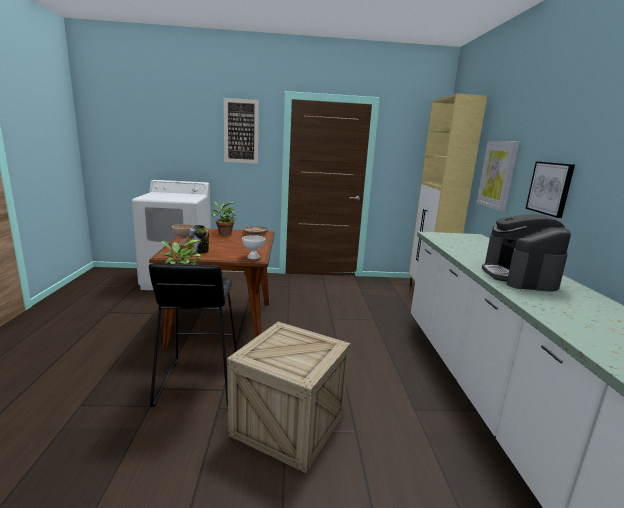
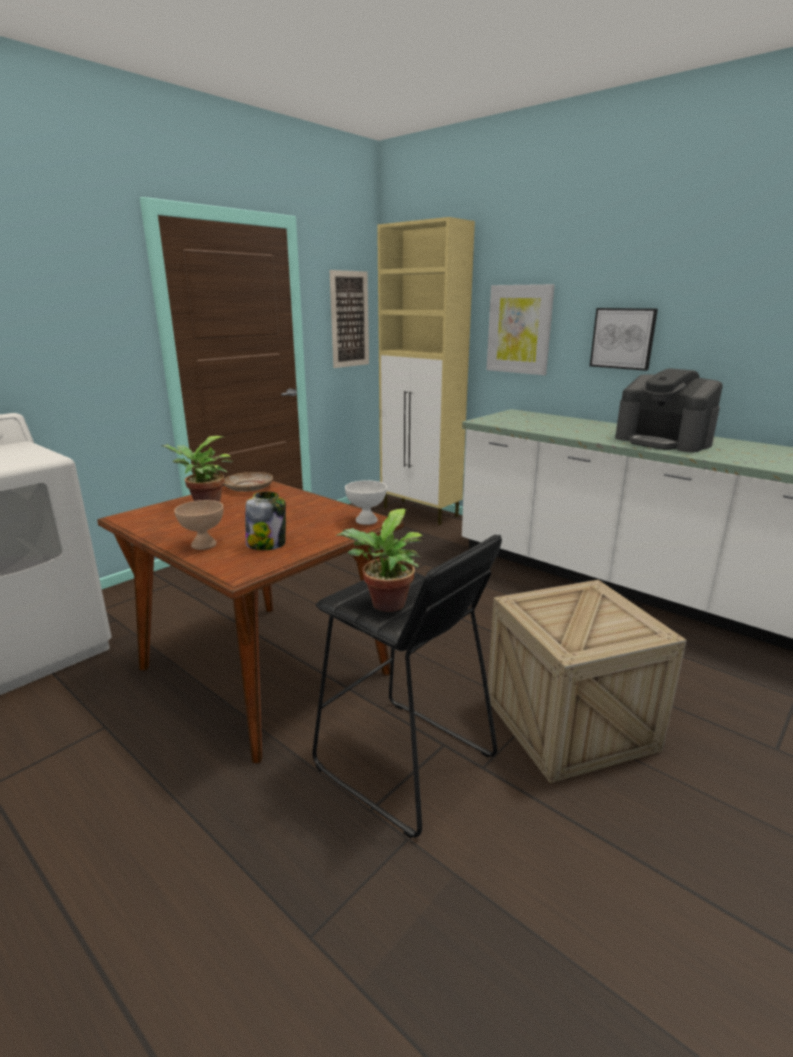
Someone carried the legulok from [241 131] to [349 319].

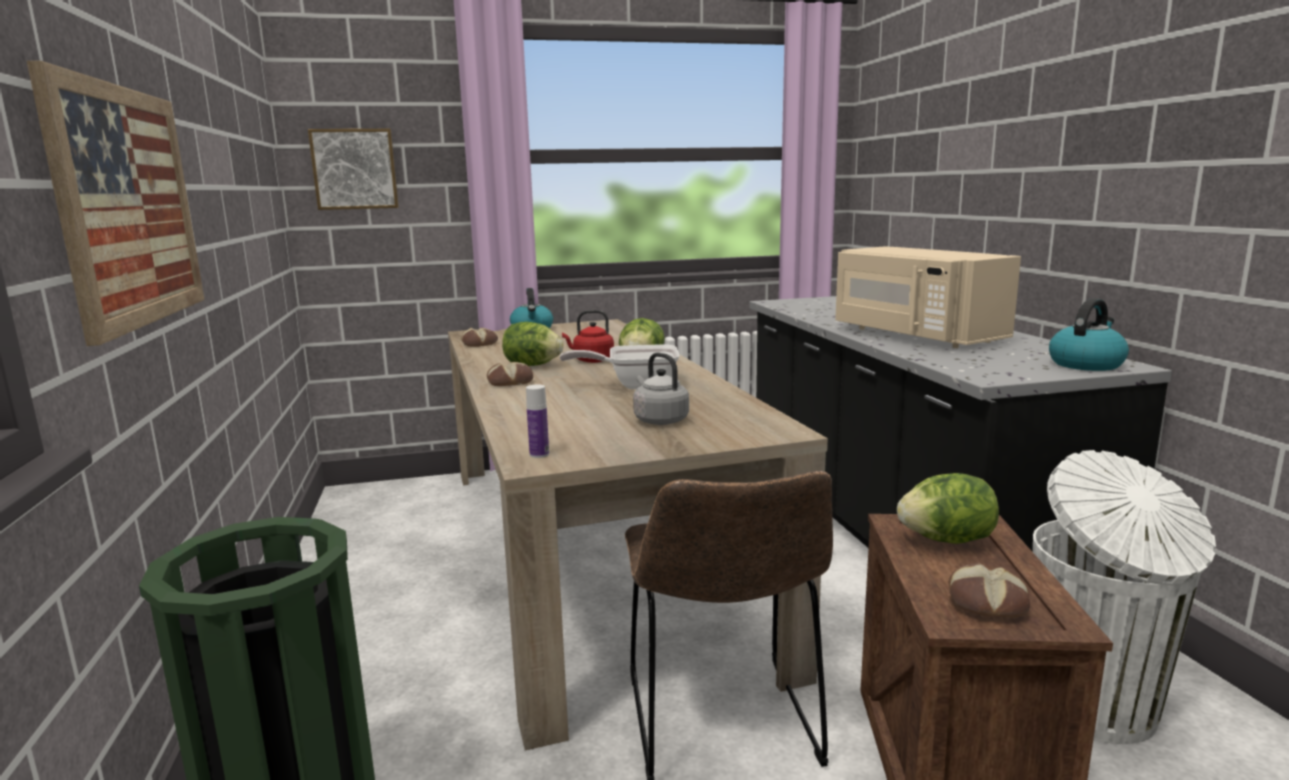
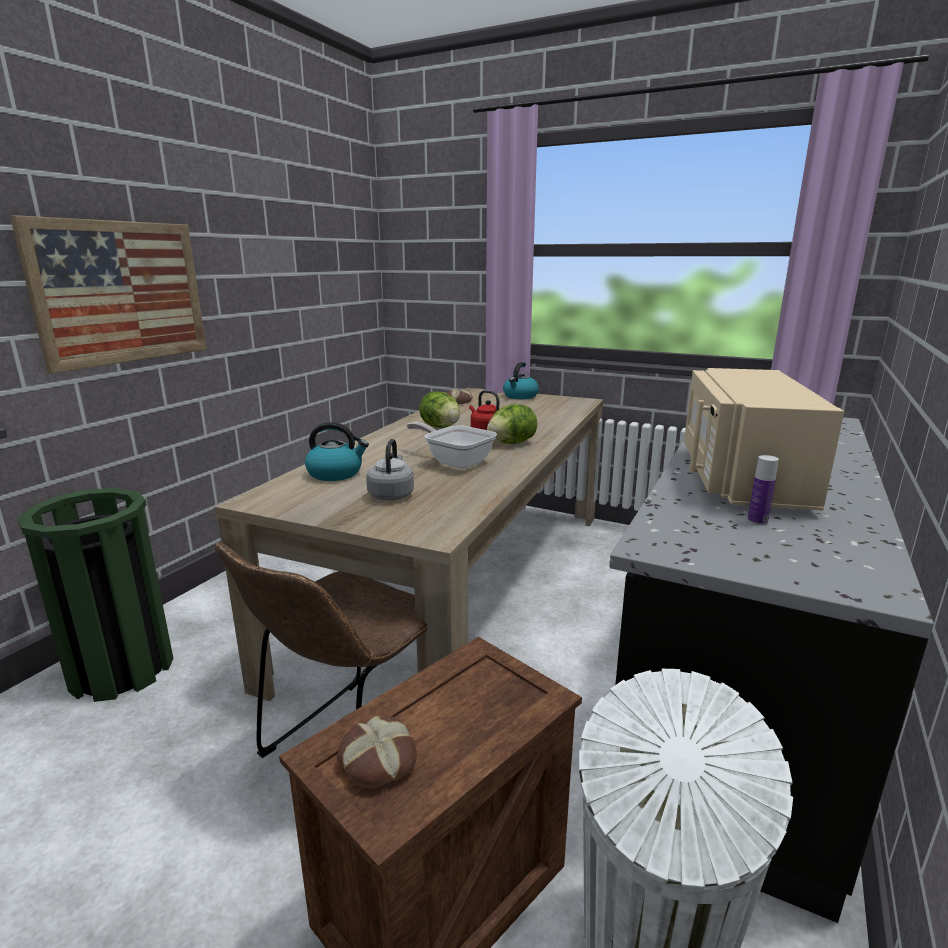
Someone carried the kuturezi from [1086 364] to [336 473]. Someone carried the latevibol from [539 454] to [757 521]. Someone took away the legulok at [355 169]. Someone took away the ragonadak at [510 381]. Someone took away the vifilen at [946 540].

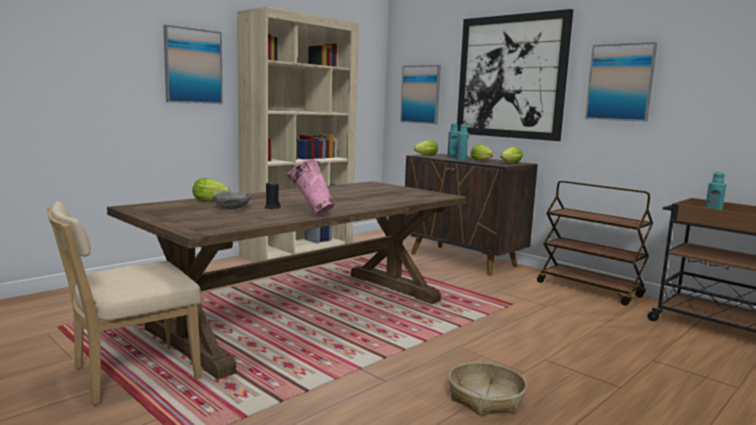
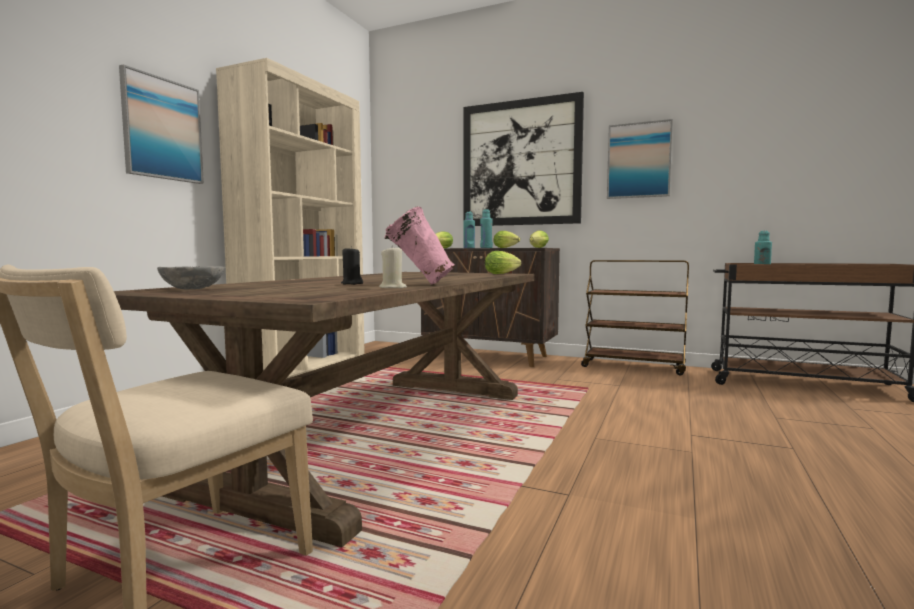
Someone carried the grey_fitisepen from [232 208] to [193 289]. Someone put down the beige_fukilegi at [393 288]. Someone carried the vifilen from [212 201] to [503 274]. Someone took away the legulok at [421 94]. Someone took away the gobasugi at [486 398].

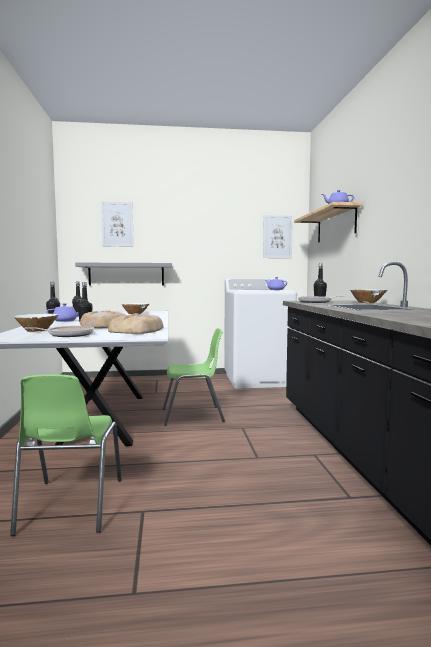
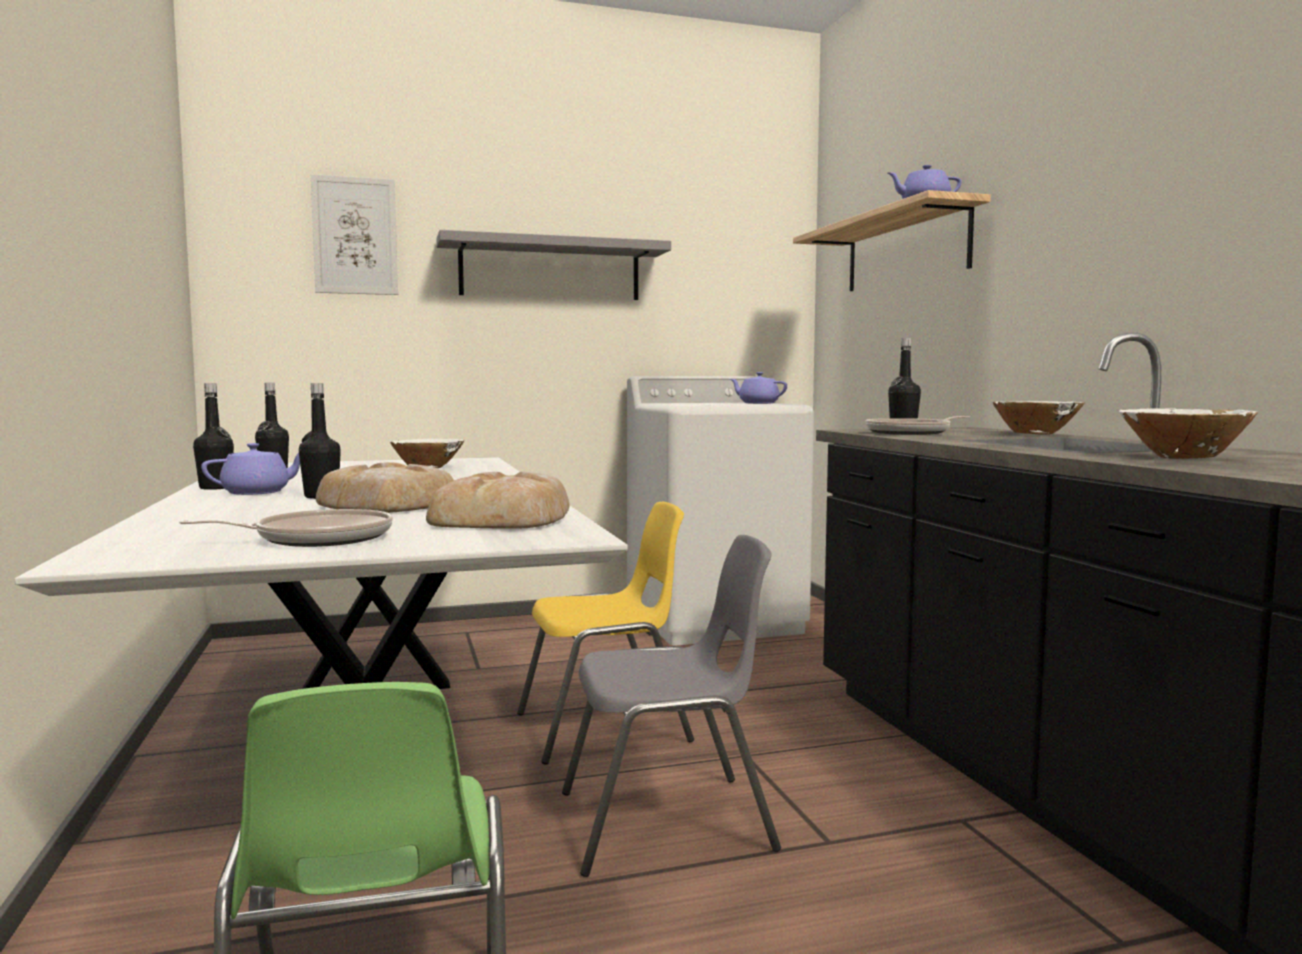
Someone carried the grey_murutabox from [126 274] to [550 270]. Someone repainted the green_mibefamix at [193 415], which became the yellow_mibefamix at [606 728]. Someone put down the grey_mibefamix at [669 822]. Someone carried the white_fitisepen from [37 331] to [1183 457]. Someone took away the legulok at [277 236].

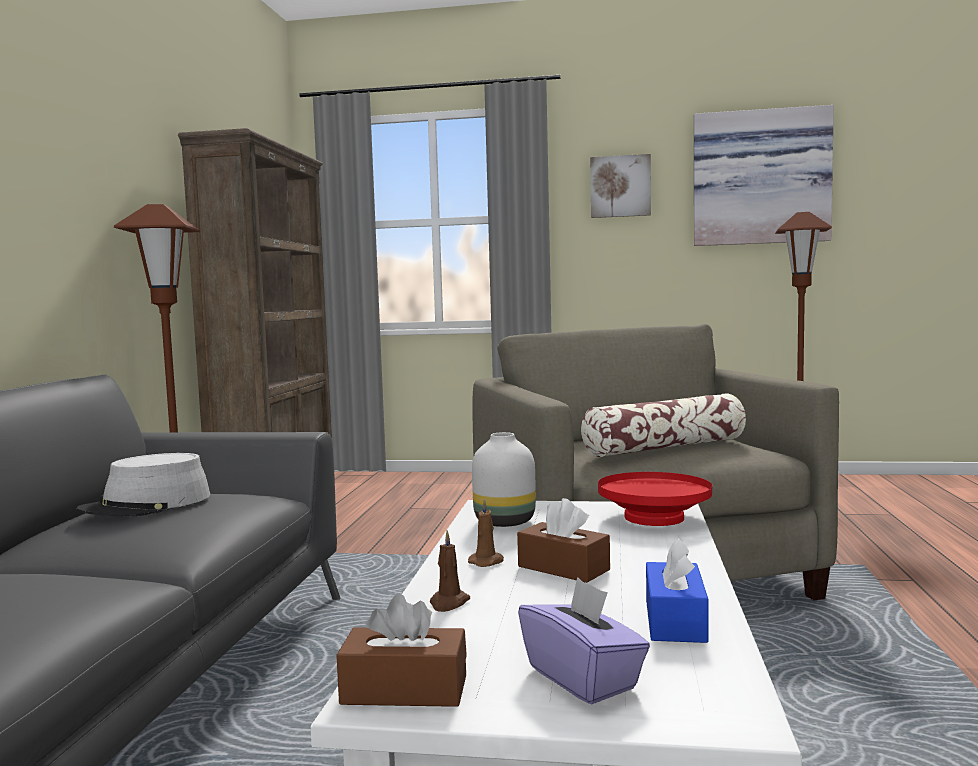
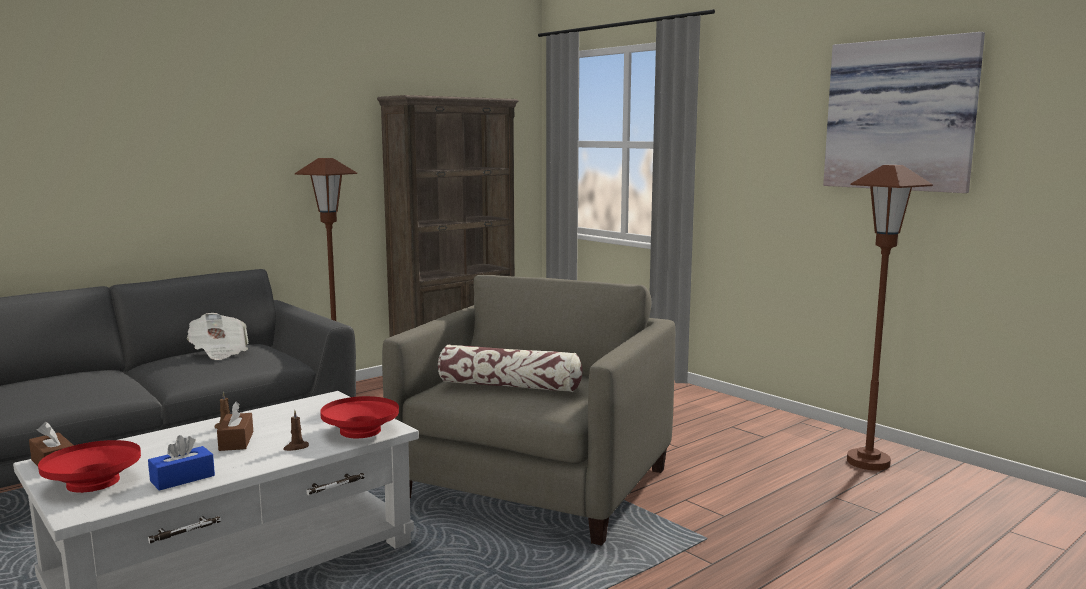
Someone swapped the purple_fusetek at [583 678] for the red_fitisepen at [93 483]. Someone swapped the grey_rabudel at [147 504] for the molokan at [219 352]. Someone carried the brown_fukilegi from [448 603] to [296 447]. Someone took away the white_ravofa at [506 522]. Someone took away the legulok at [620 186].

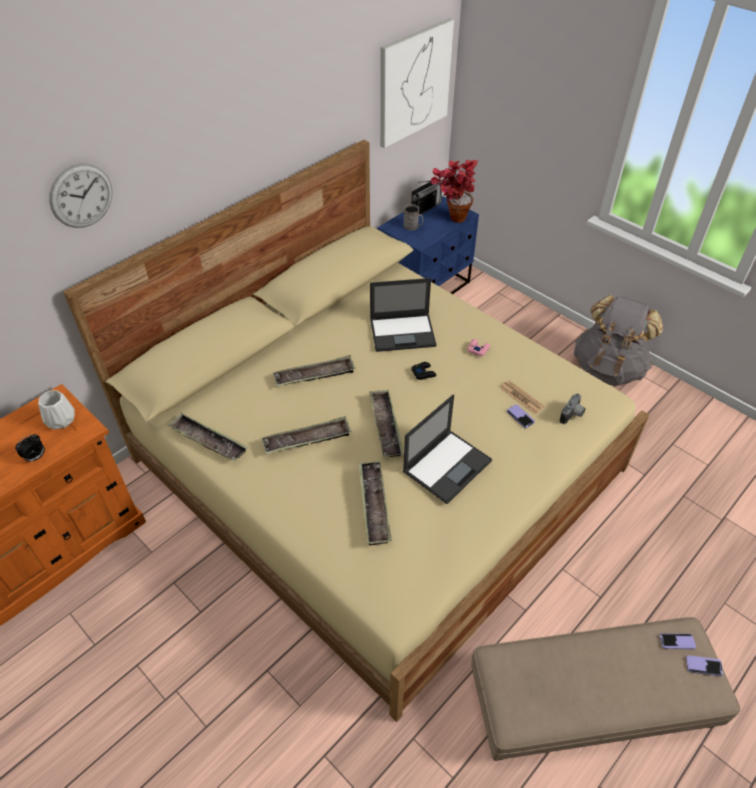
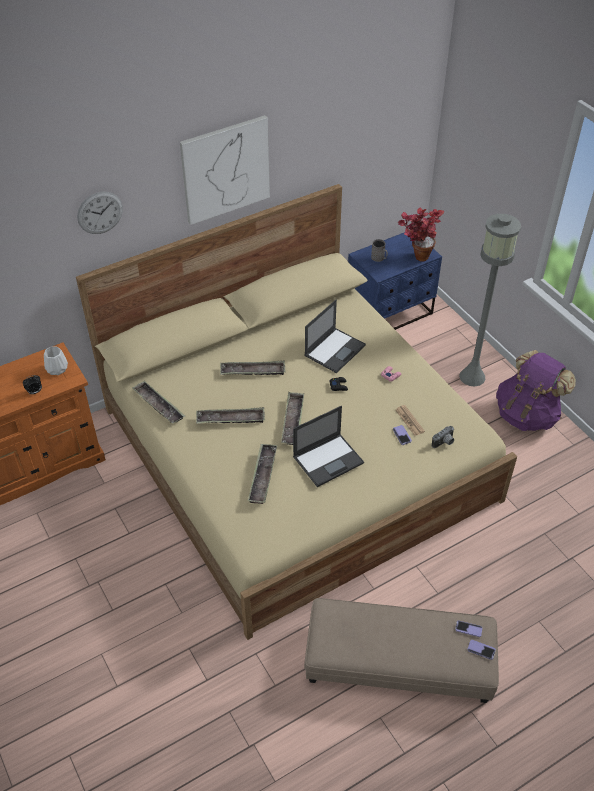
Someone carried the legulok from [414 83] to [225 169]. Someone rotated the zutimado at [403 332] by 60 degrees counterclockwise. Someone put down the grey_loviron at [472 376]. Someone repainted the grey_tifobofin at [608 368], which became the purple_tifobofin at [527 414]. Someone took away the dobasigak at [426 208].

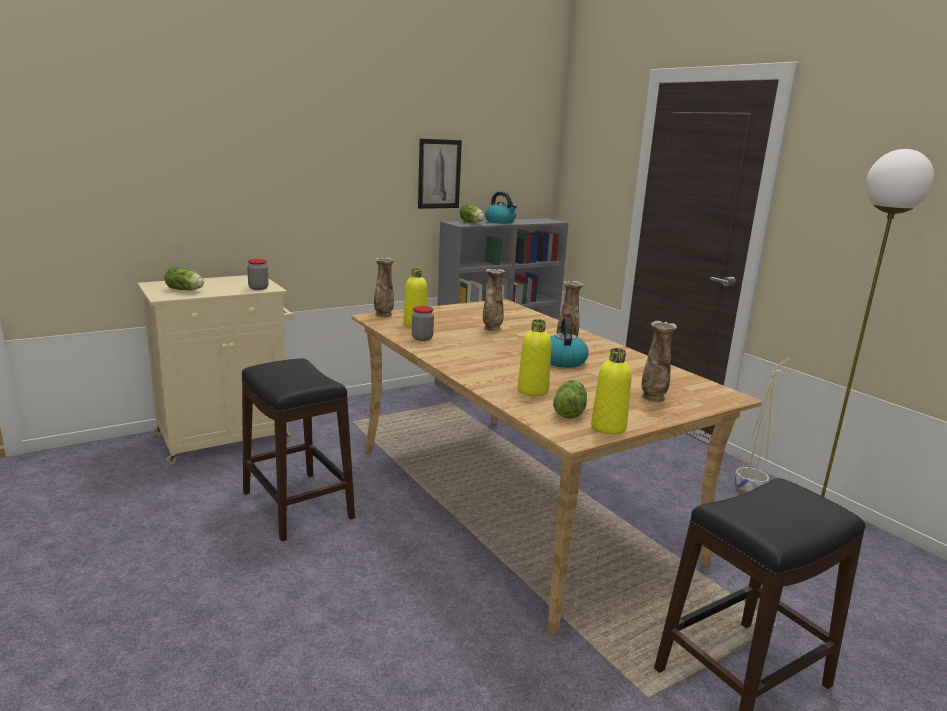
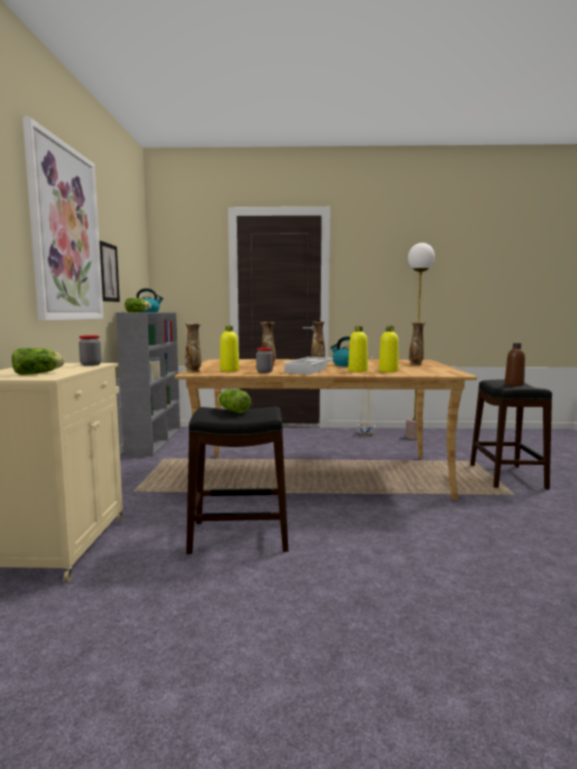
Someone put up the legulok at [65 233]. Someone carried the vifilen from [570 410] to [232 411]. Someone put down the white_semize at [310 370]. Someone carried the yellow_latevibol from [608 427] to [357 371]. Someone put down the brown_latevibol at [514 384].

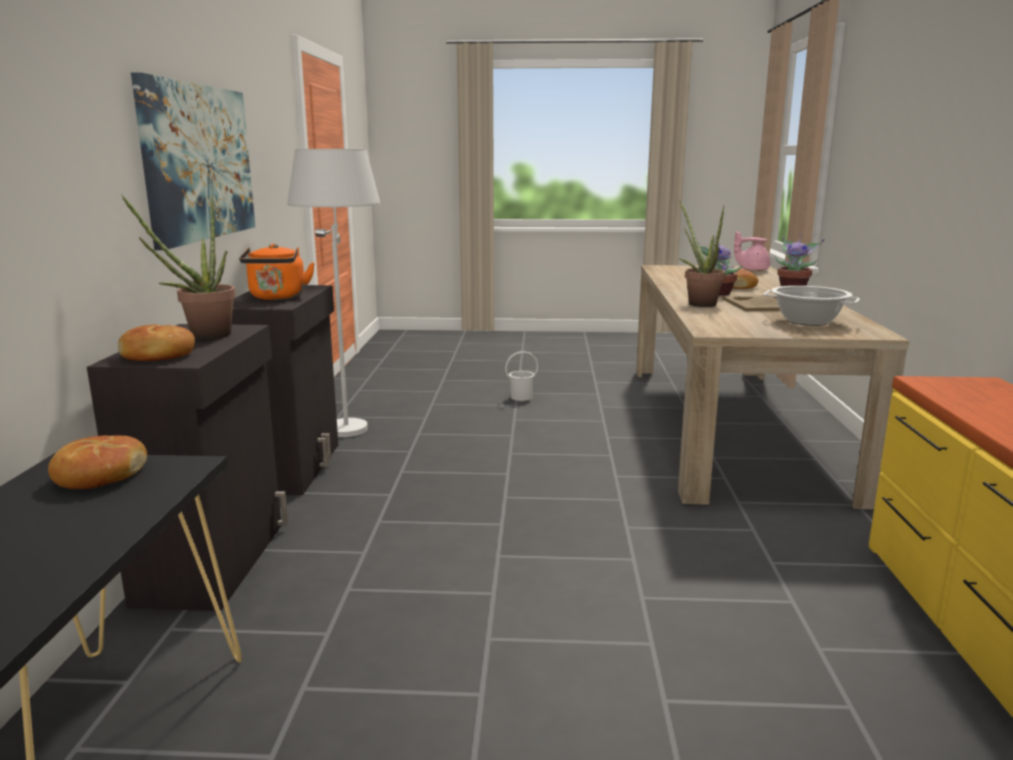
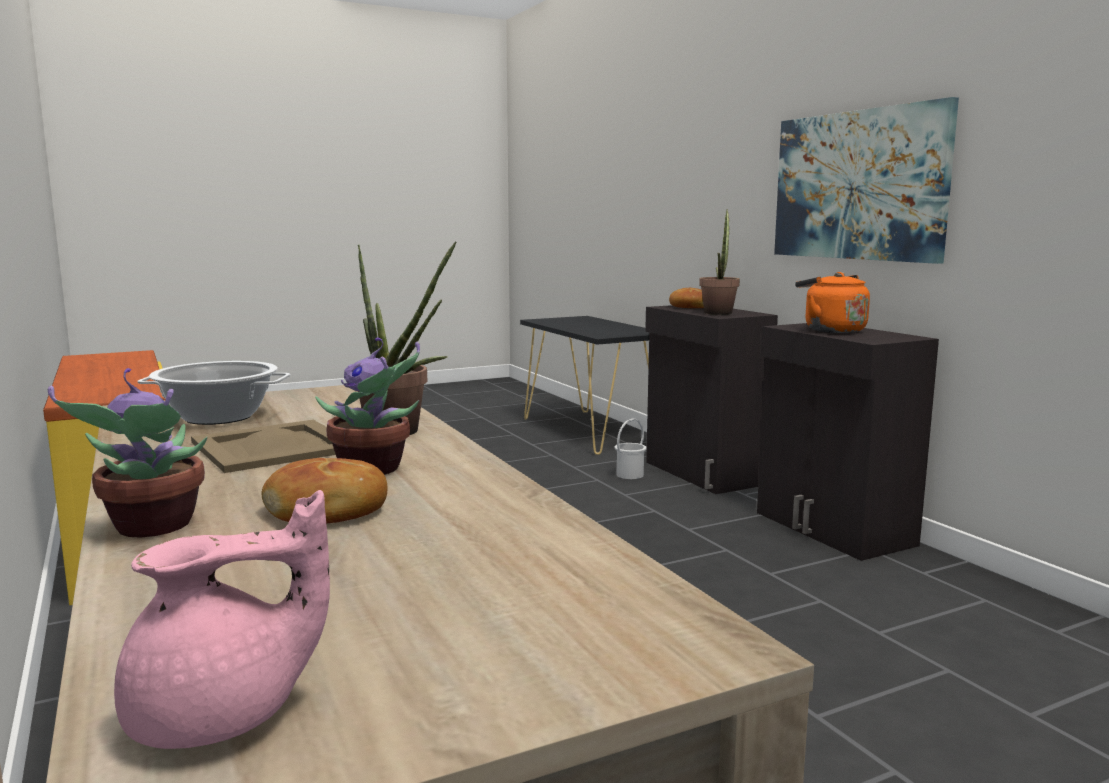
Someone carried the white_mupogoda from [521 397] to [630 475]. Someone took away the ragonadak at [99 475]. Someone took away the white_loviron at [348 421].

